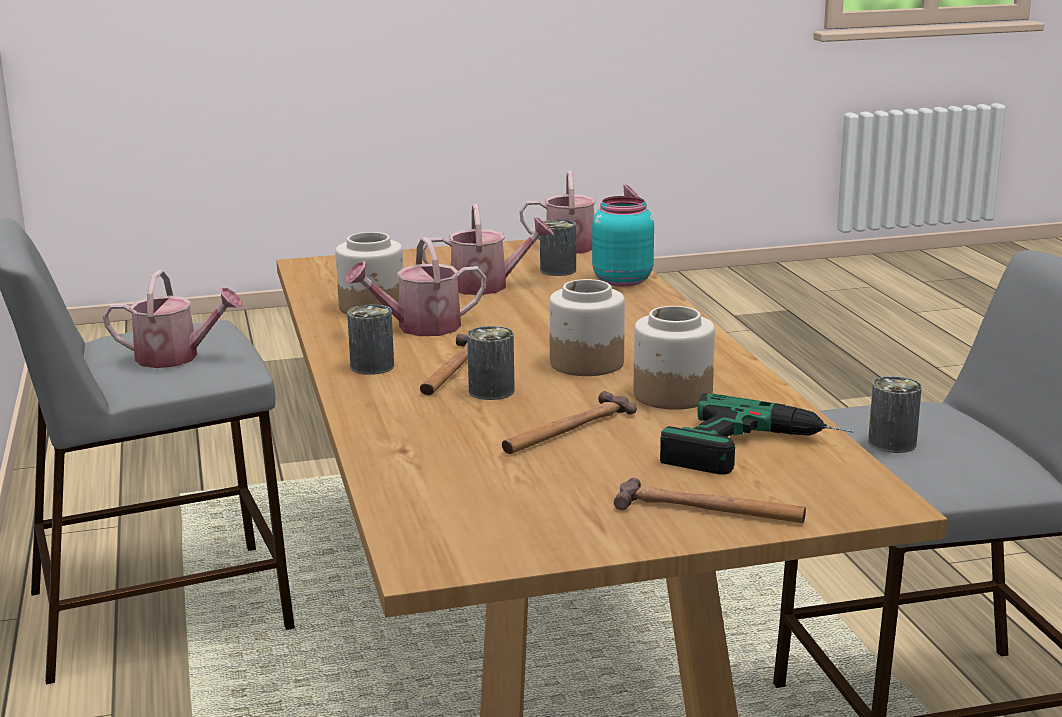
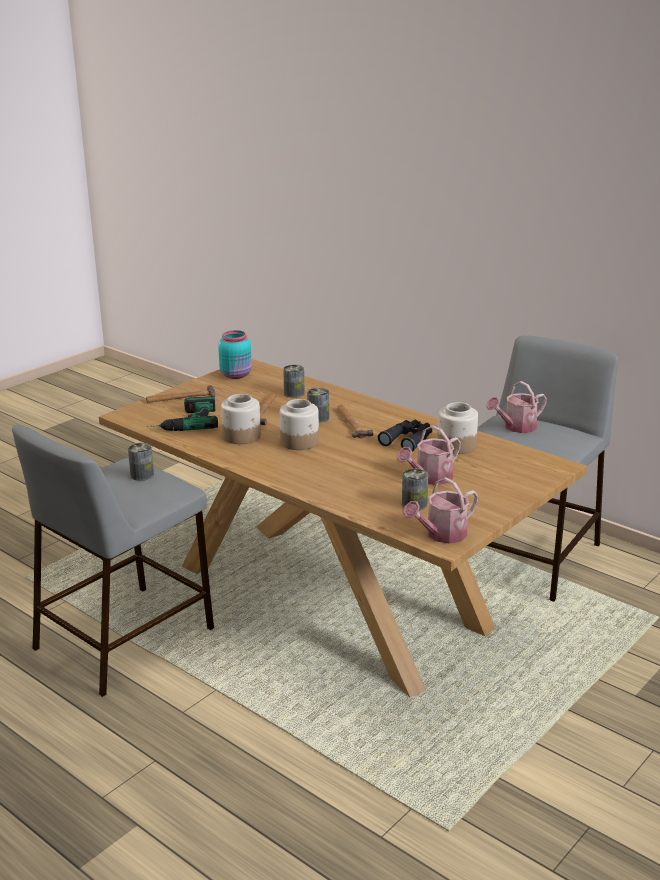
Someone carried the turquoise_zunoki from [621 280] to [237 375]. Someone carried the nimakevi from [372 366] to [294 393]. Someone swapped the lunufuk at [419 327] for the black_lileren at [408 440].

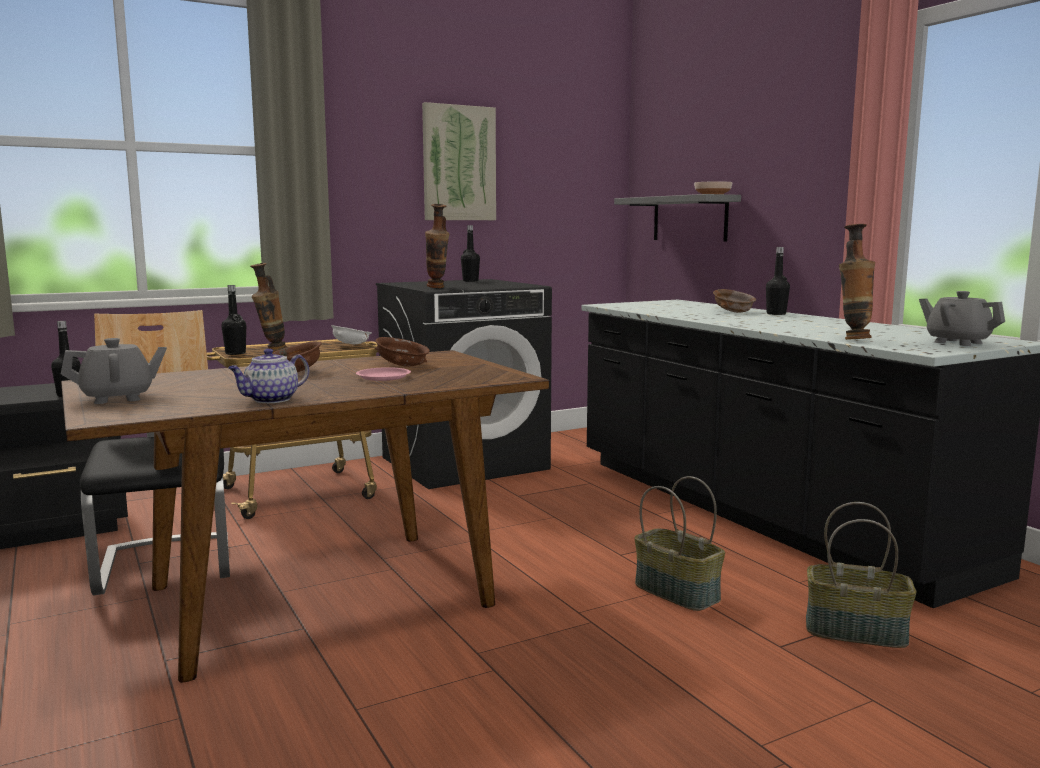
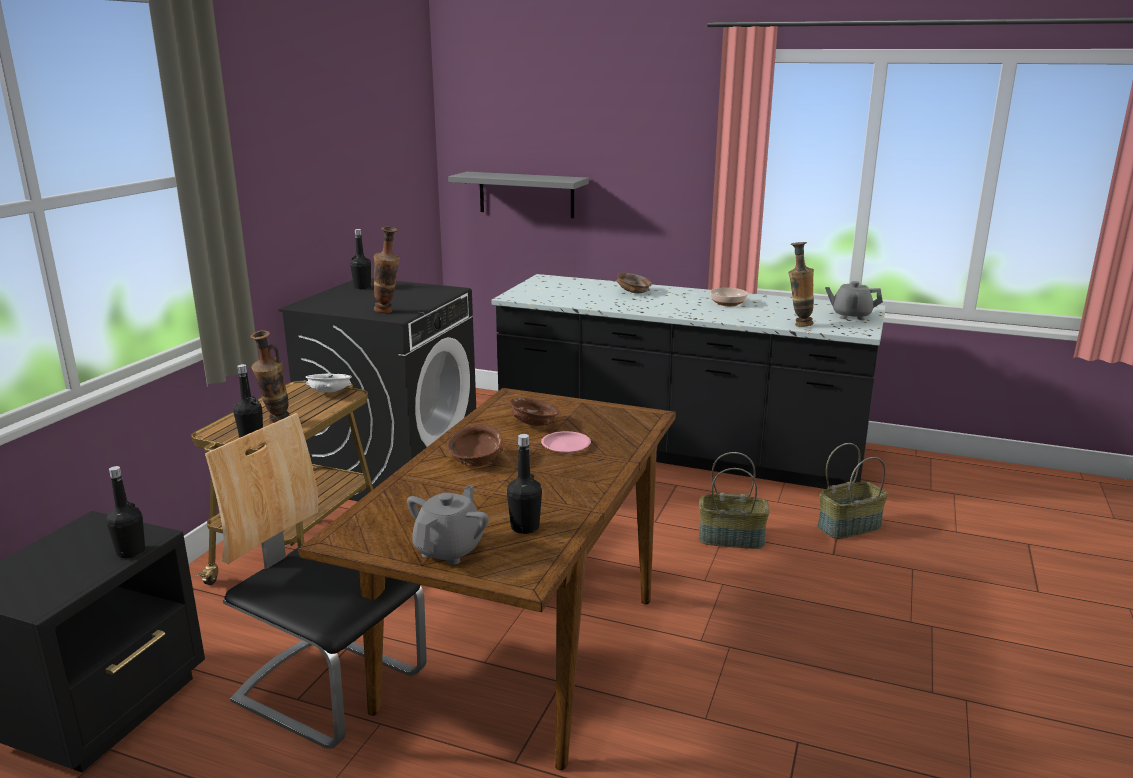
Someone carried the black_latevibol from [776 314] to [525 527]. Someone carried the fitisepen from [713 194] to [727 303]. Someone took away the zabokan at [271 400]. Someone took away the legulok at [458 163].

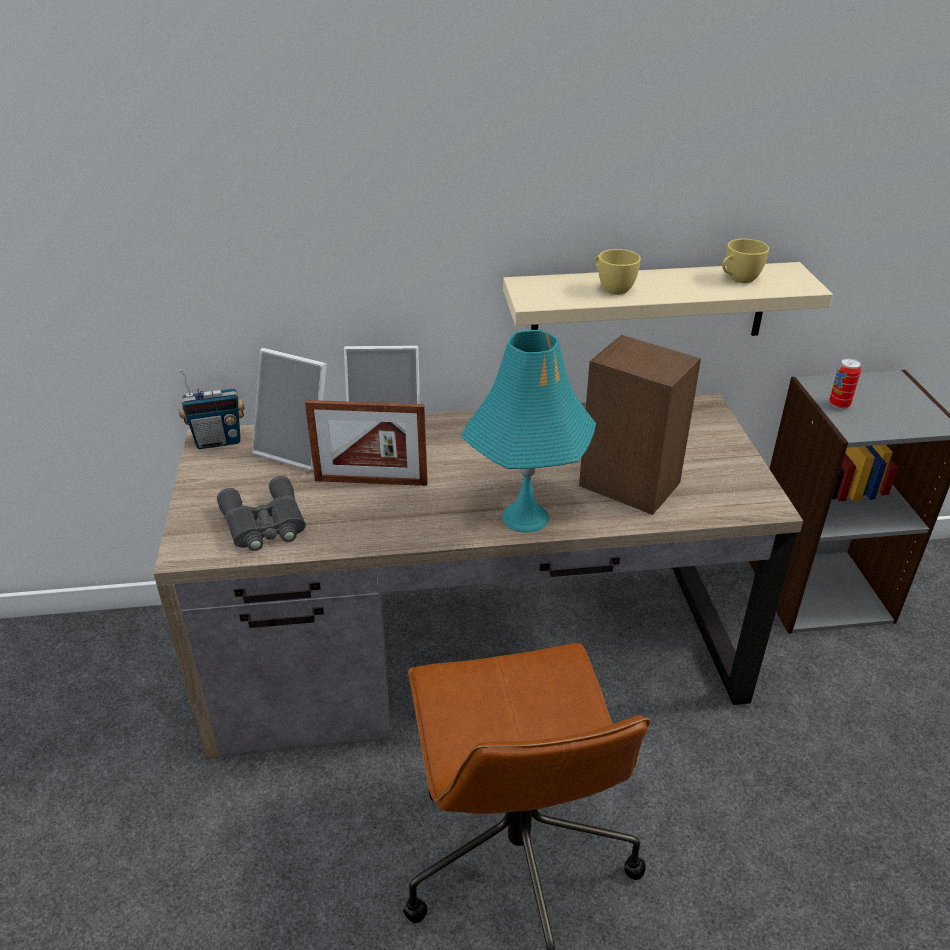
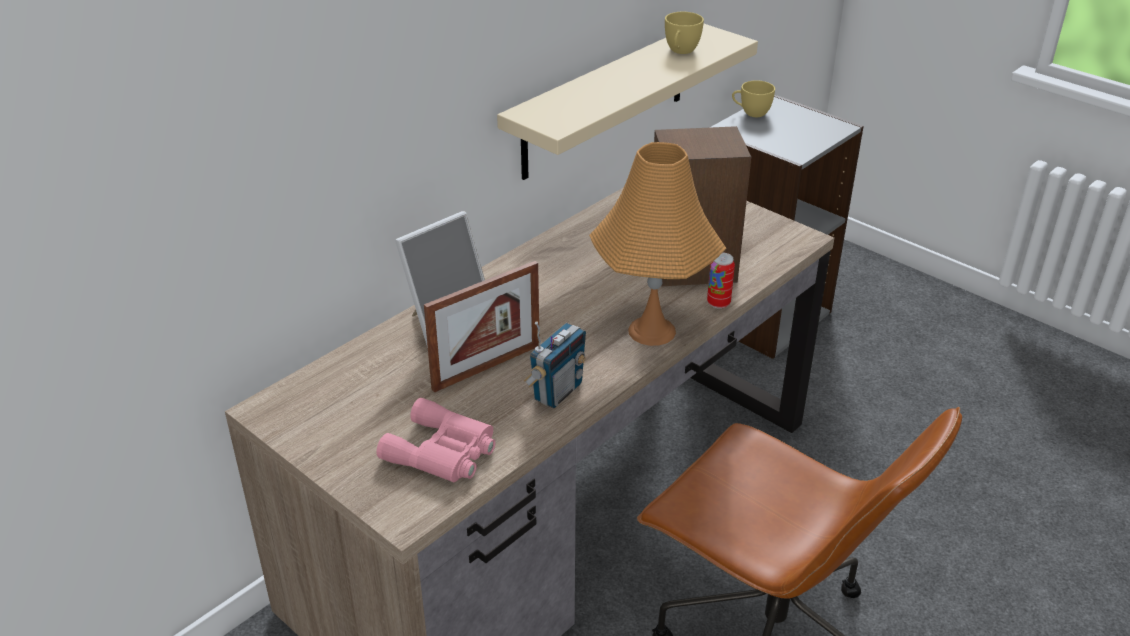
Someone repainted the grey_lileren at [264 524], which became the pink_lileren at [443 452]. Someone carried the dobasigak from [218 441] to [557 391]. Someone repainted the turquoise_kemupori at [526 517], which became the orange_kemupori at [652 330]. Someone carried the nimakevi from [839 404] to [718 303]. Someone carried the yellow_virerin from [612 288] to [751 113]. Someone took away the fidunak at [298 450].

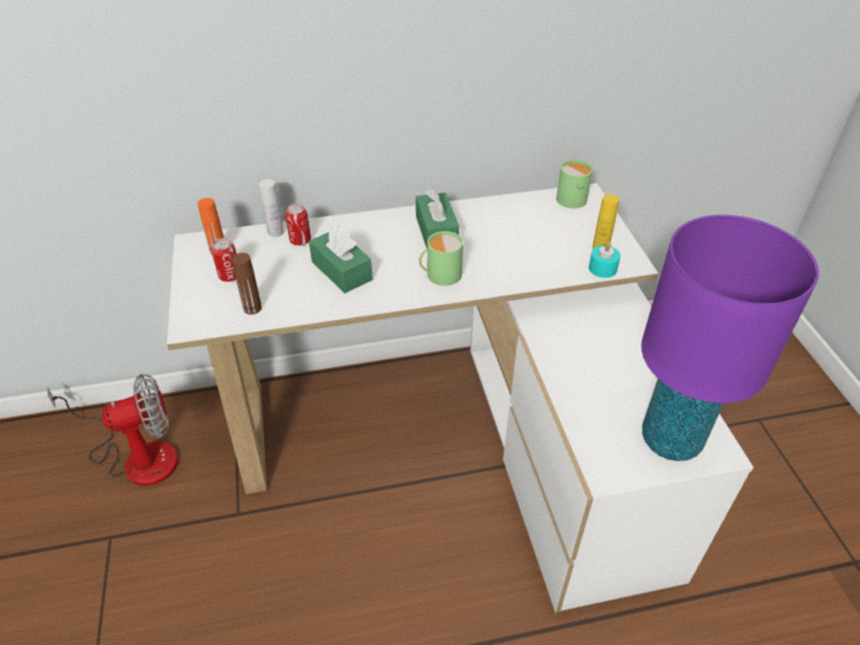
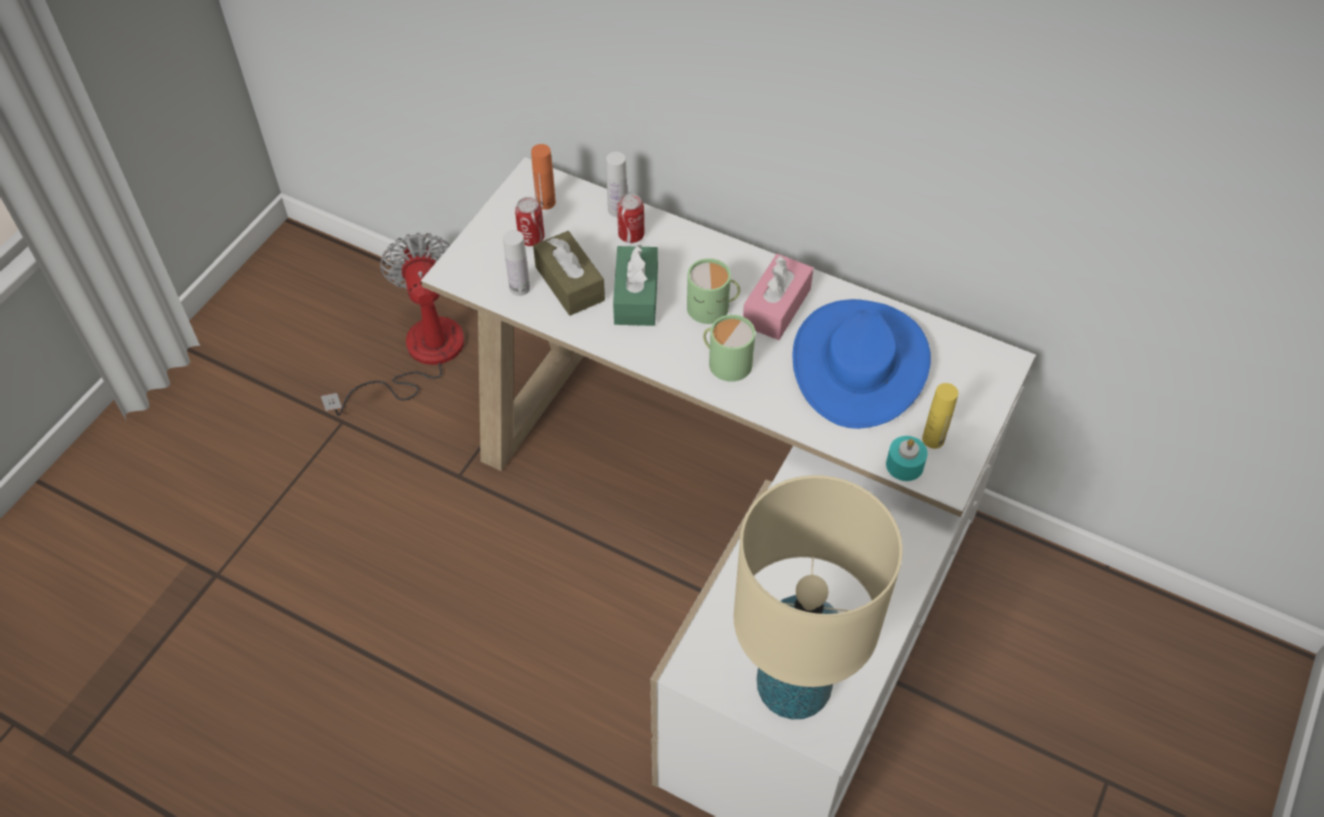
Someone rotated the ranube at [137 456] by 120 degrees counterclockwise. Someone repainted the brown_latevibol at [252 308], which became the white_latevibol at [519 288]. Someone put down the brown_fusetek at [569 283]. Someone carried the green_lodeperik from [574 198] to [713 308]. Someone repainted the purple_kemupori at [671 440], which became the beige_kemupori at [792 688]. Someone repainted the green_fusetek at [436 231], which became the pink_fusetek at [776 307]. Someone put down the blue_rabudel at [860 363].

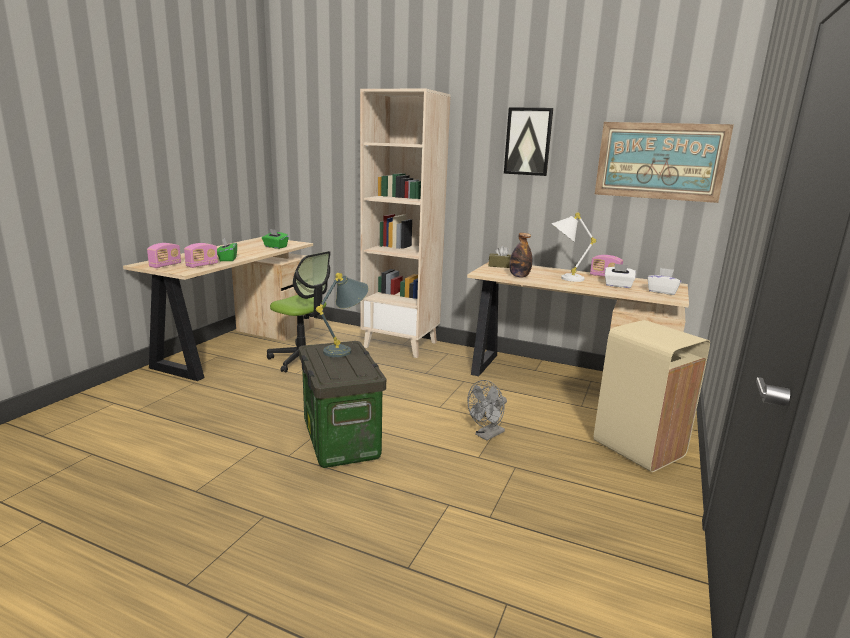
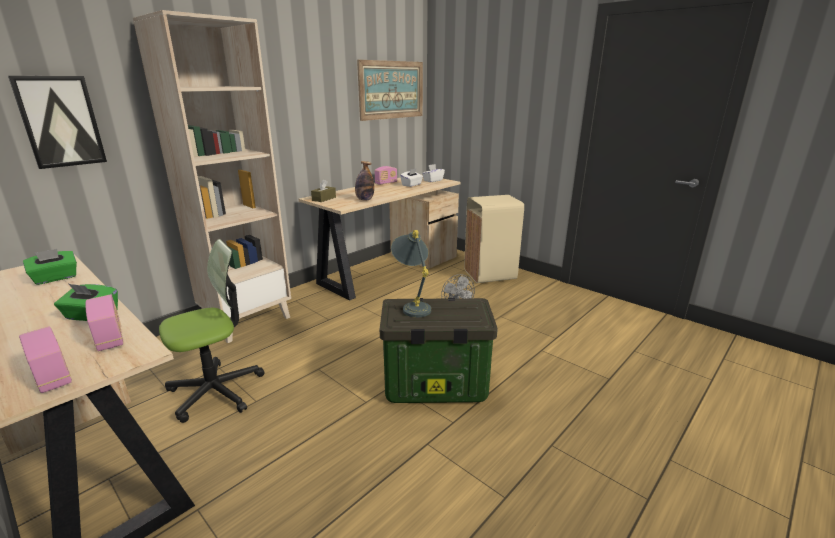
Someone carried the legulok from [528 141] to [60 121]. Someone took away the white_kemupori at [563 278].

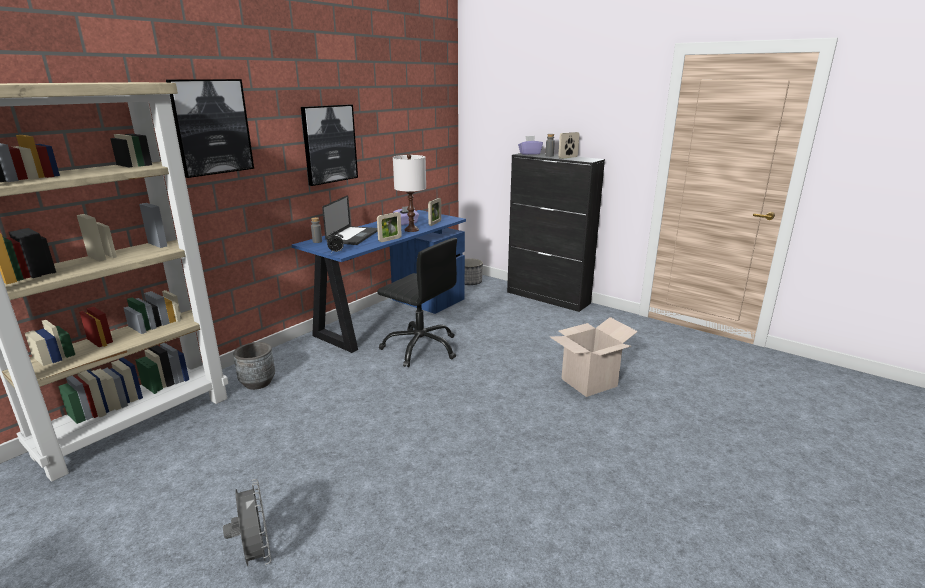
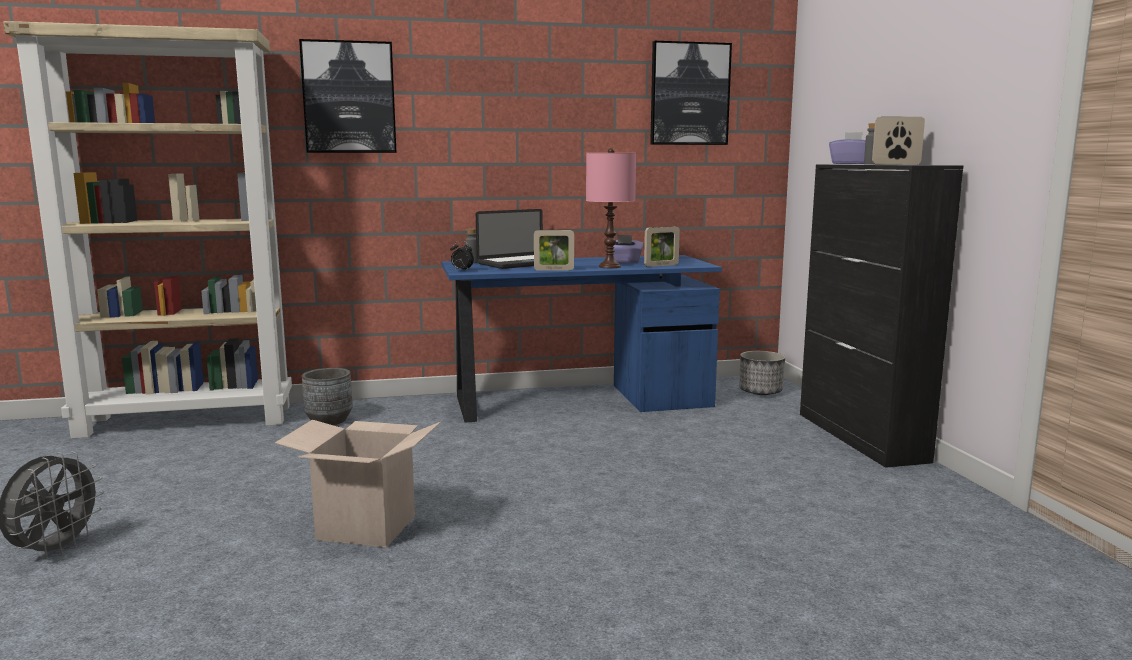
Someone carried the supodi from [589 382] to [366 527]. Someone repainted the white_kemupori at [411 230], which became the pink_kemupori at [609 266]. Someone carried the legulok from [329 144] to [689 94]. Someone took away the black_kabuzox at [421 347].

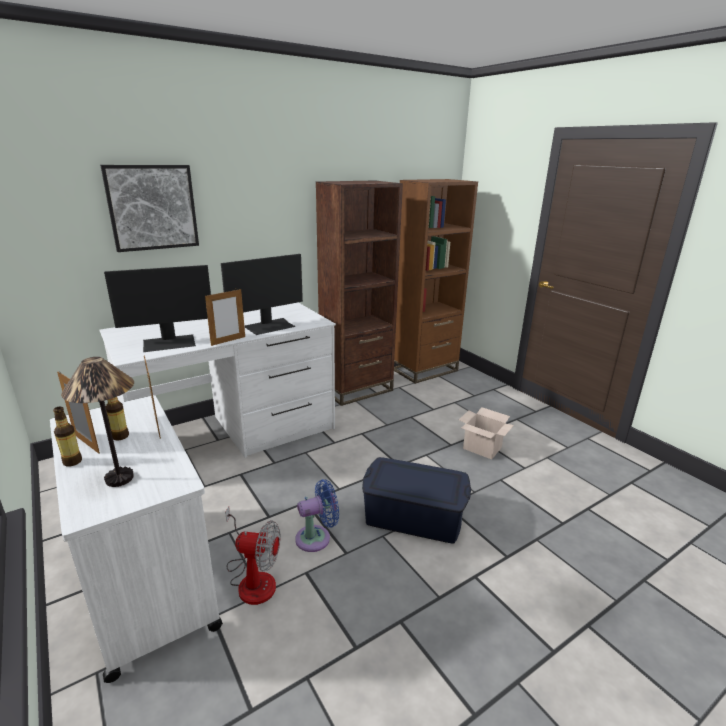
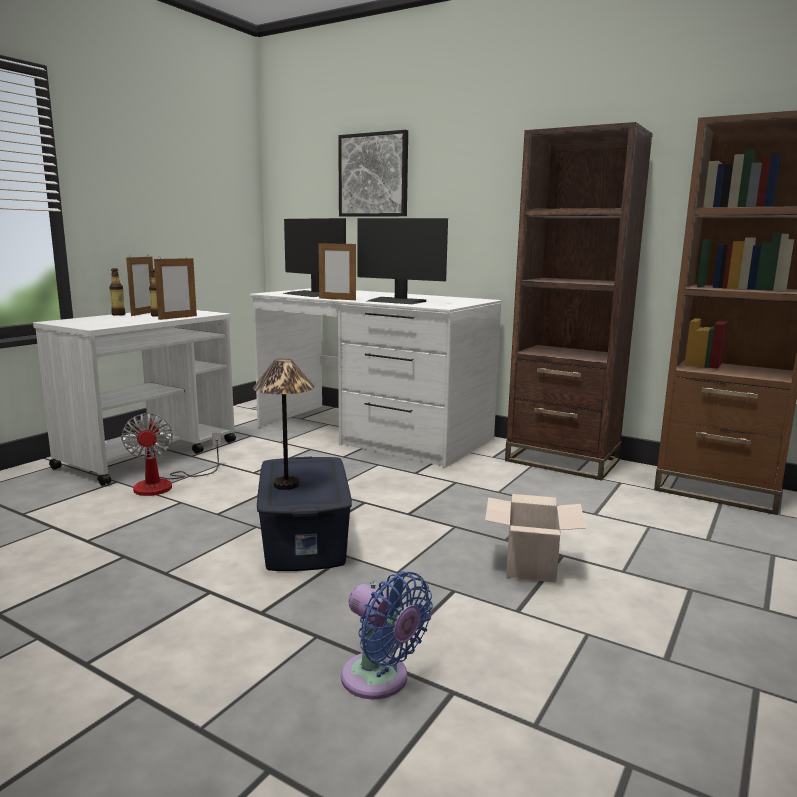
Someone carried the kemupori from [120 479] to [286 485]. Someone carried the blue_ranube from [317 537] to [380 680].

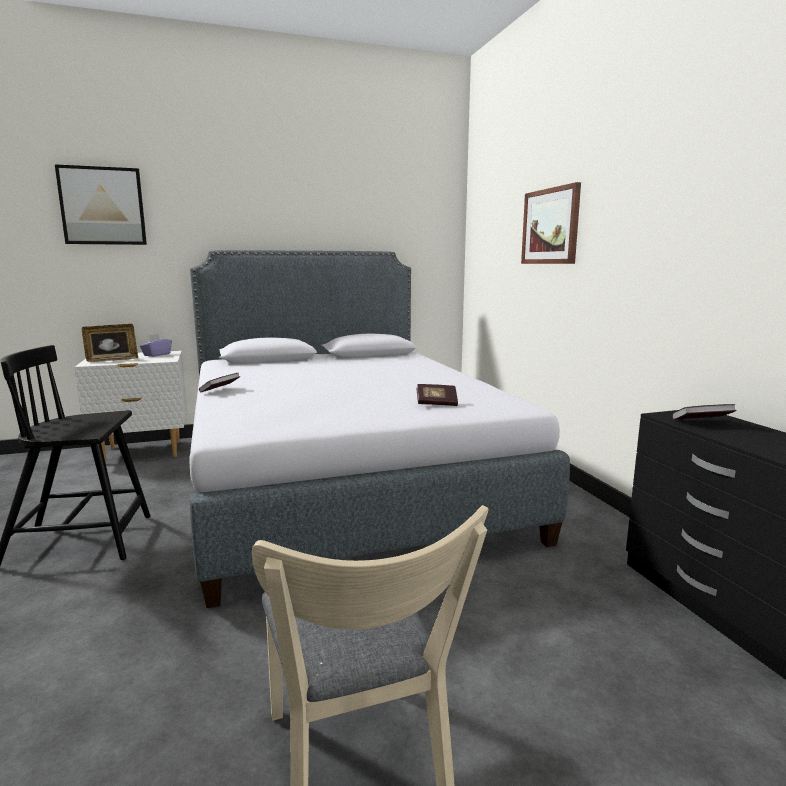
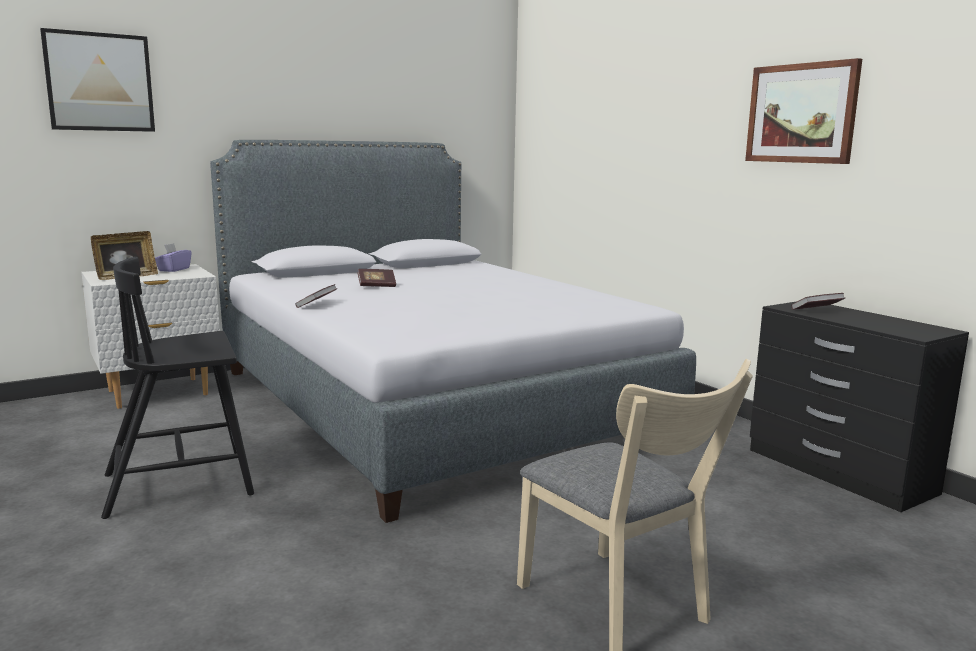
Someone carried the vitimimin from [436 403] to [376 286]. Someone carried the legulok from [550 226] to [801 113].

